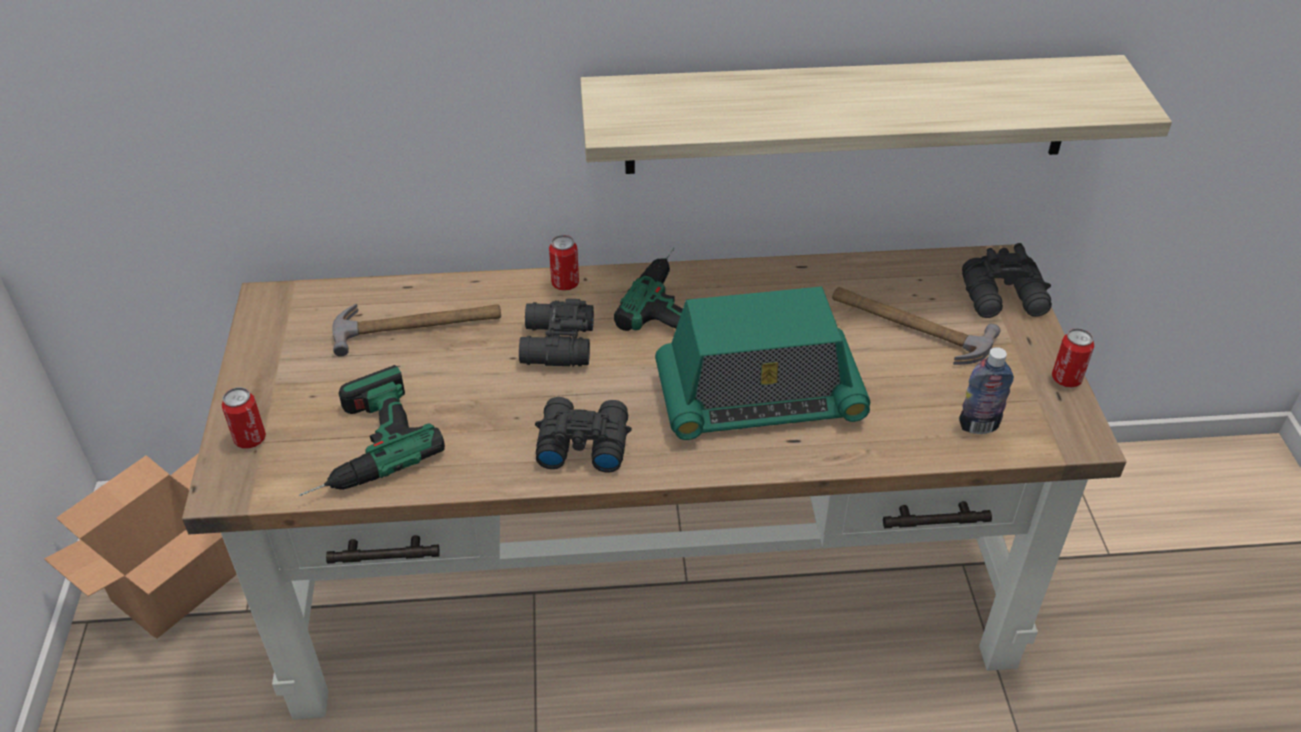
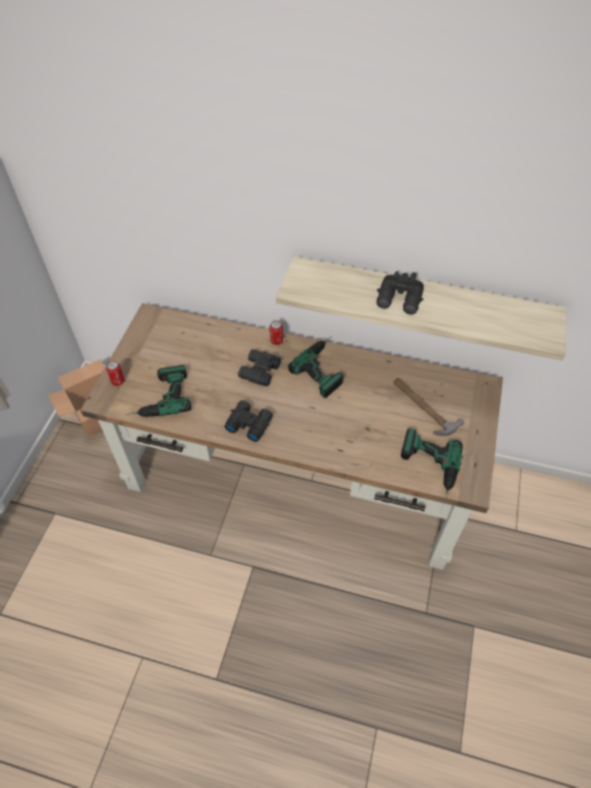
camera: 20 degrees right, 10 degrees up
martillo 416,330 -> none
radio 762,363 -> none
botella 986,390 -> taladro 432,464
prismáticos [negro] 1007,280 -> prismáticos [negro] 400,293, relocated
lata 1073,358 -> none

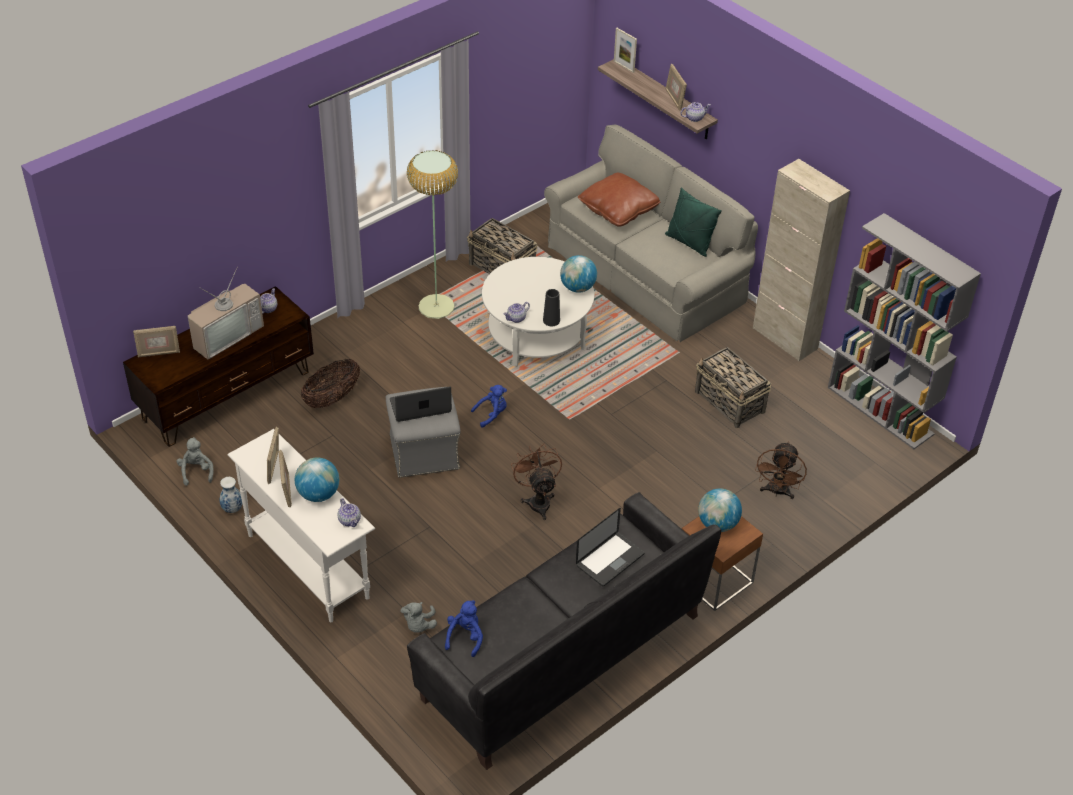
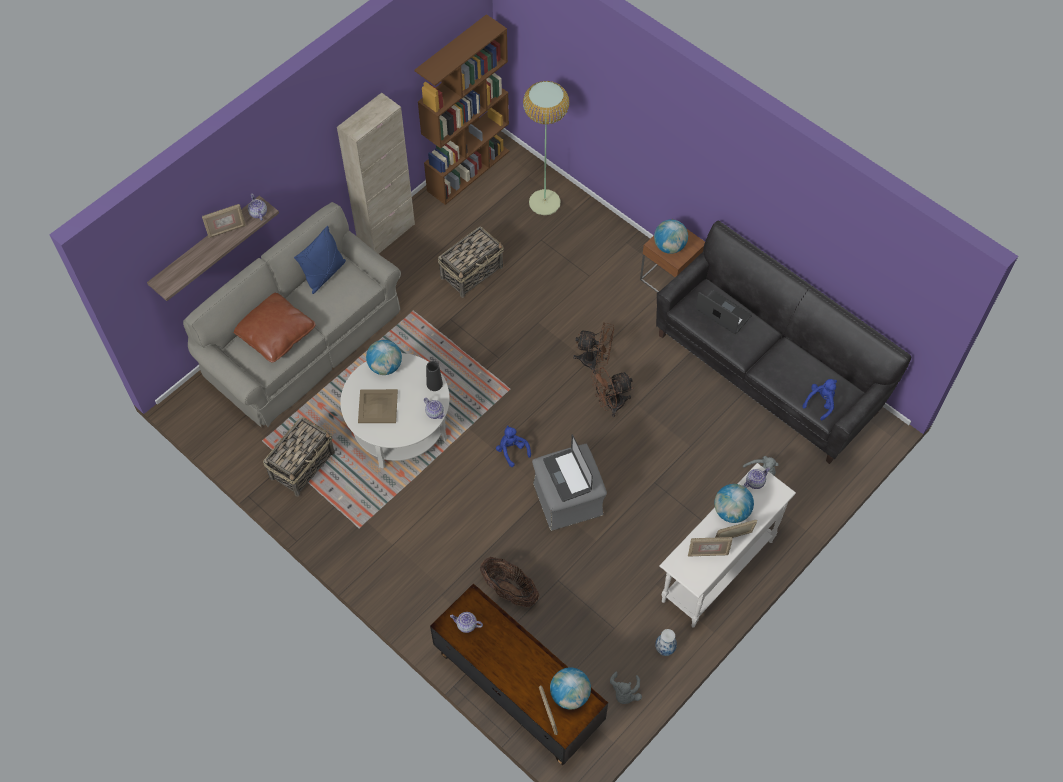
camera: 95 degrees left, 15 degrees up
peluche [gris] 195,461 -> peluche [gris] 626,688, 60 degrees counterclockwise
televisor 226,313 -> none
lámpara de pie 432,234 -> lámpara de pie 546,148, relocated
peluche [azul] 464,628 -> peluche [azul] 820,400, 120 degrees clockwise
portarretratos 625,50 -> none
cojín [verde] 693,222 -> cojín [azul] 320,259
ventilador [marrón] 781,470 -> ventilador [marrón] 593,348, relocated
estantería [gris] 904,331 -> estantería [marrón] 462,109
none -> bandeja [beis] 378,406
none -> globo terráqueo 570,688

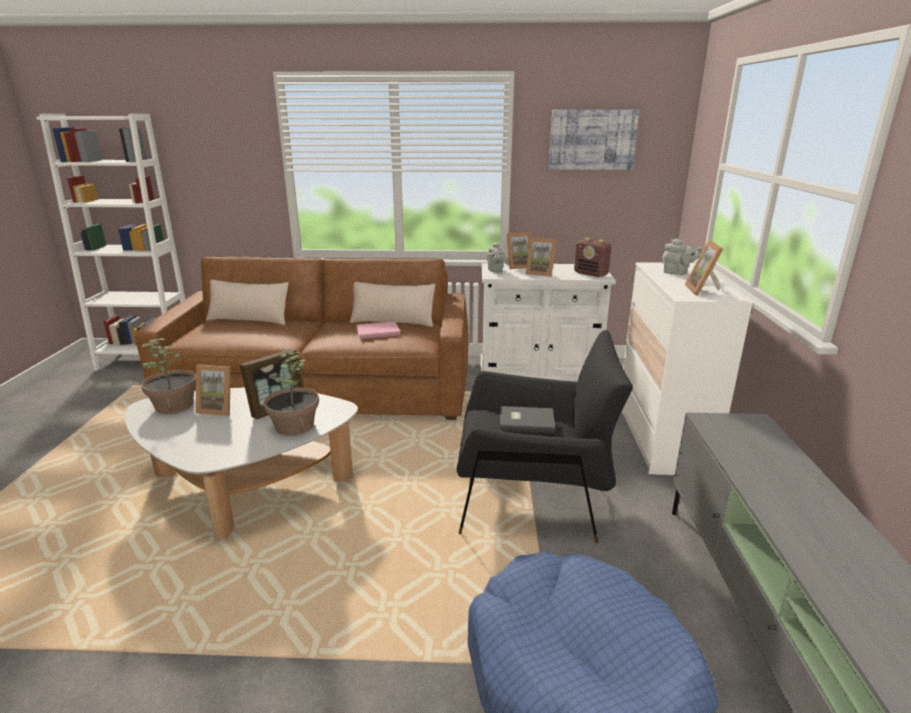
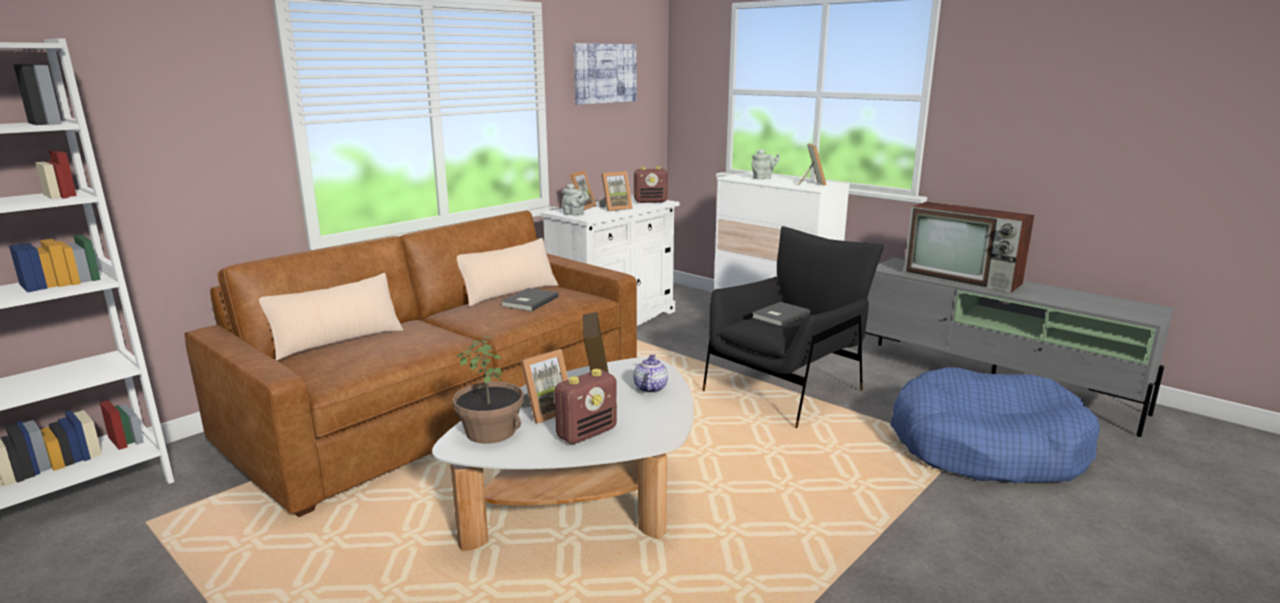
camera: 50 degrees left, 5 degrees down
planta en maceta 291,393 -> tetera 651,373
libro [rosa] 378,330 -> libro [gris] 530,299
portarretratos 703,268 -> portarretratos 812,164, 135 degrees counterclockwise
none -> radio 585,406
none -> televisor 969,247

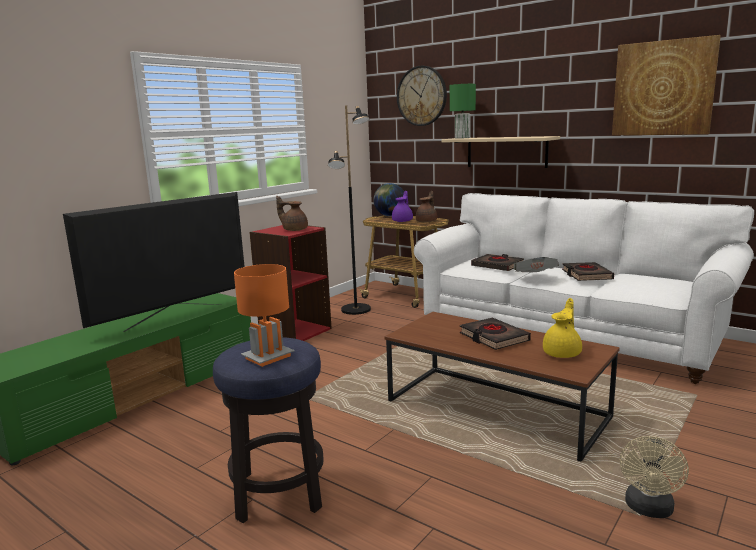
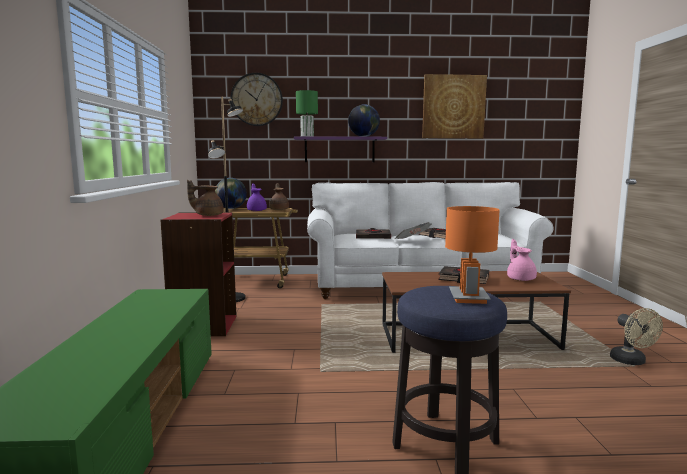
camera: 40 degrees left, 5 degrees down
televisor 154,262 -> none
estante [beis] 501,152 -> estante [morado] 340,149
tetera [amarillo] 562,328 -> tetera [rosa] 522,260
none -> globo terráqueo 364,120

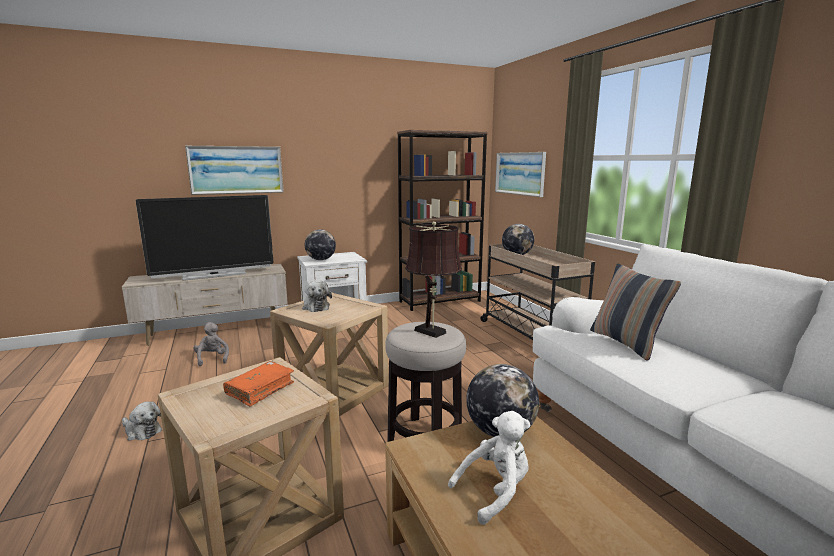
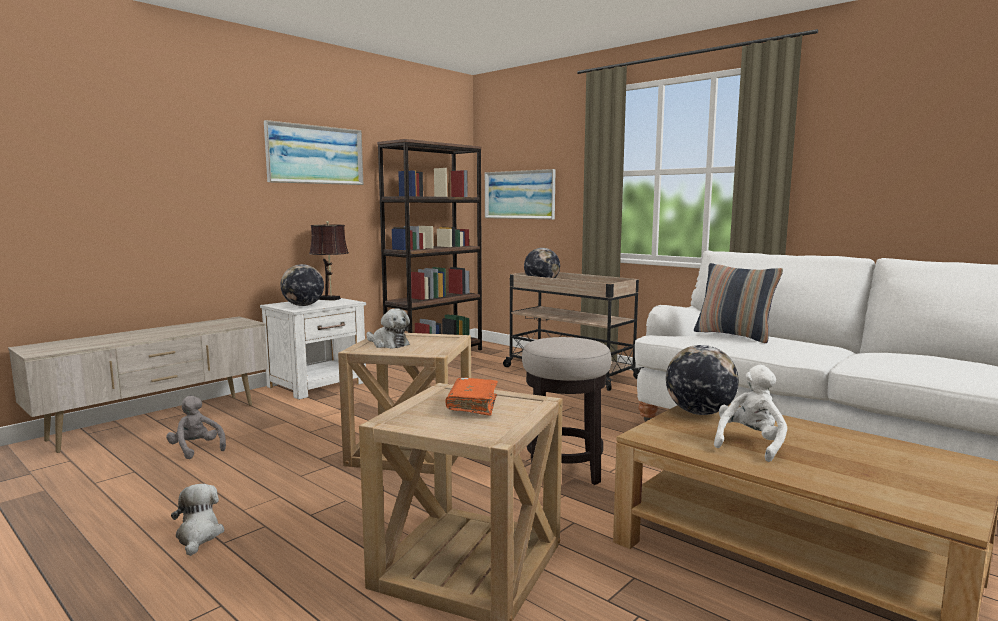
camera: 25 degrees left, 5 degrees down
peluche 142,421 -> peluche 197,520, 105 degrees counterclockwise
televisor 205,238 -> none
cuadro 234,170 -> cuadro 313,152, relocated
lámpara de mesa [marrón] 433,279 -> lámpara de mesa [marrón] 329,261, relocated

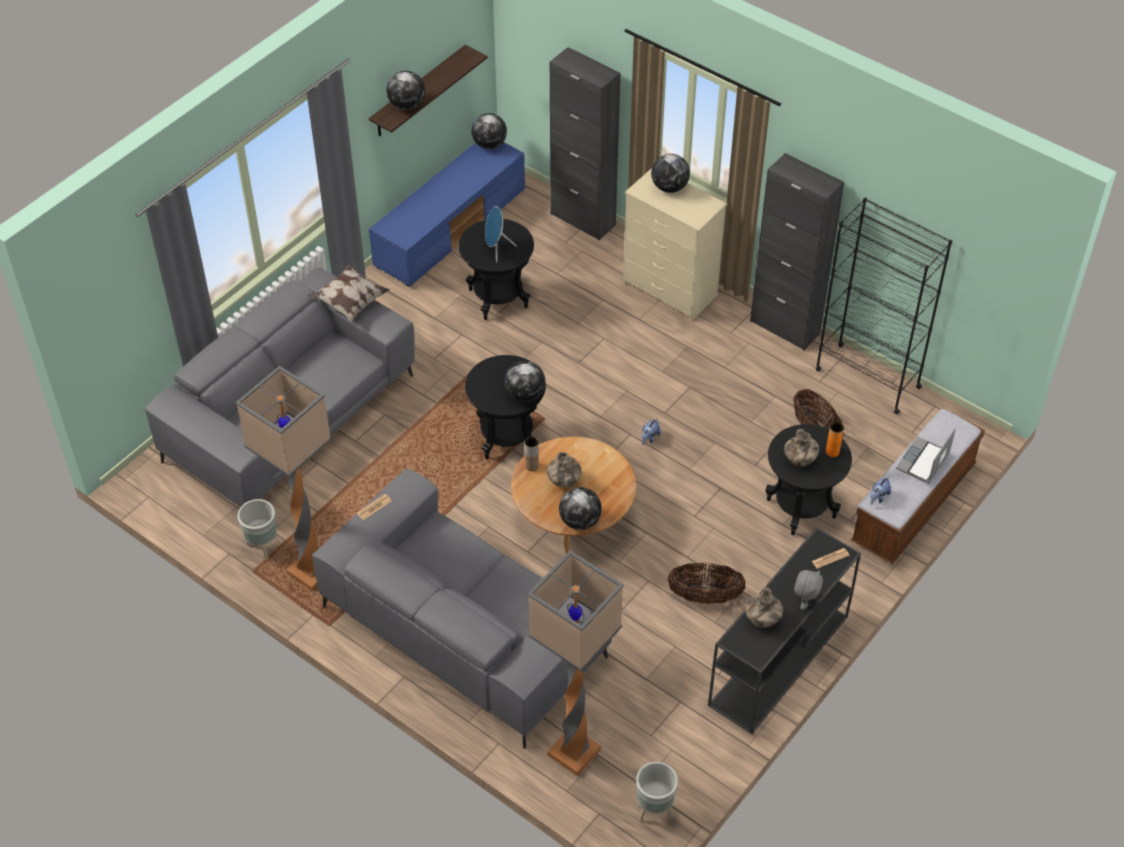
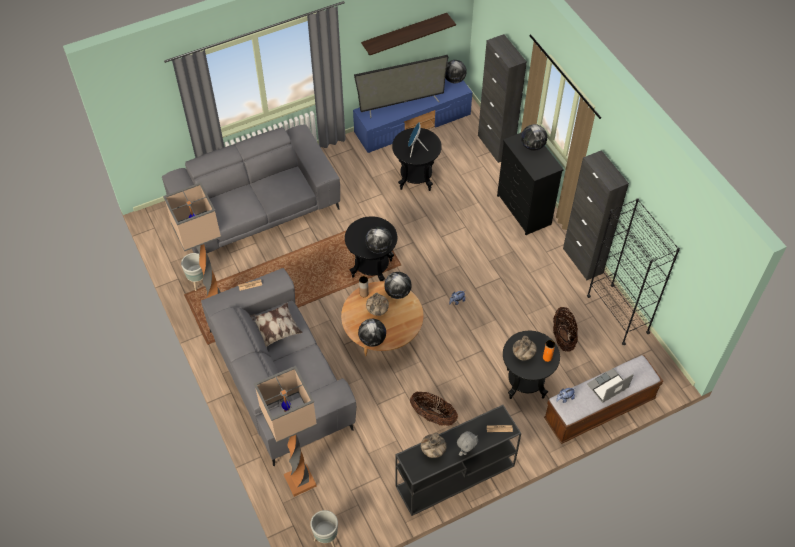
camera: 25 degrees right, 5 degrees up
cojín 349,293 -> cojín 276,325, relocated
globo terráqueo 405,90 -> globo terráqueo 398,285, relocated
cómoda [beis] 675,244 -> cómoda [negro] 530,184
none -> televisor 401,86

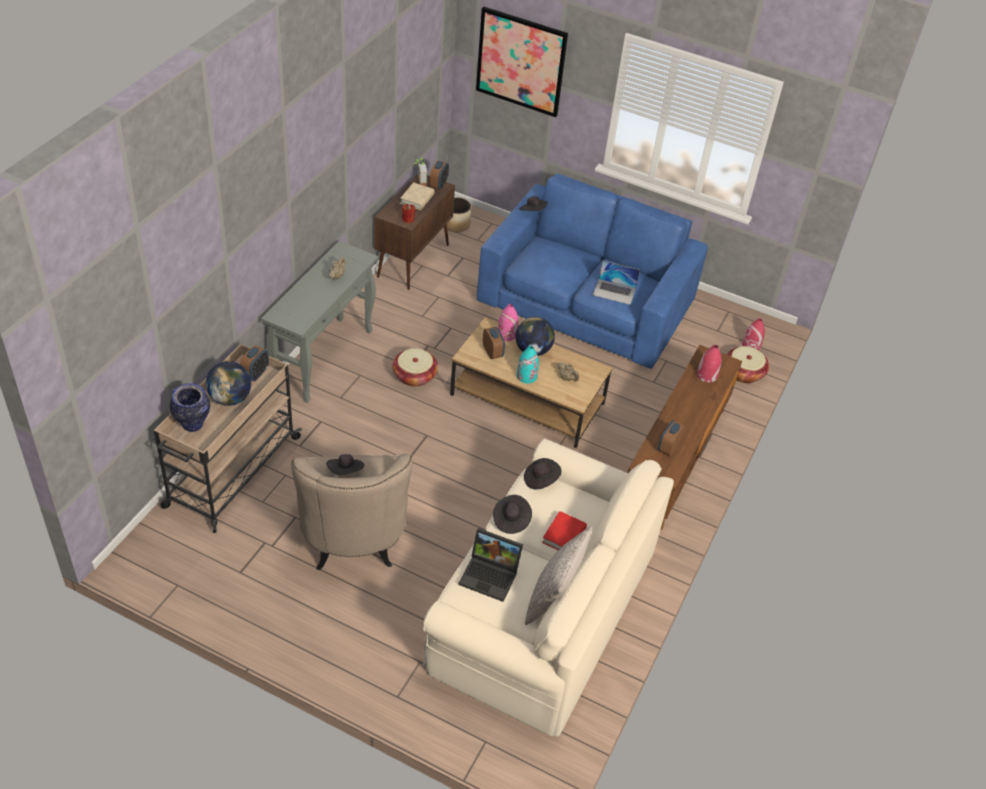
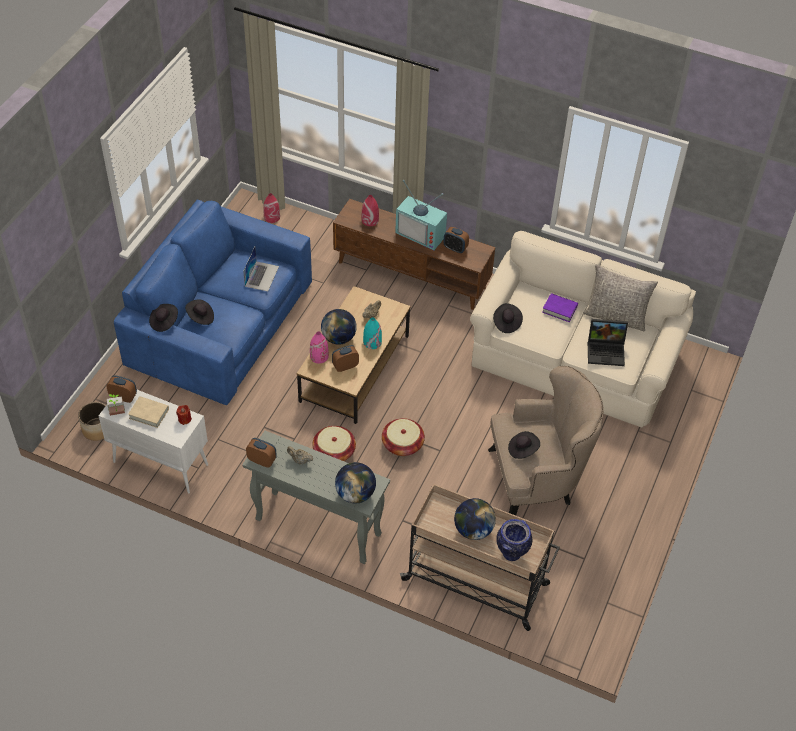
camera: 90 degrees left, 5 degrees up
despertador 254,363 -> despertador 261,452, relocated
armario [marrón] 414,232 -> armario [blanco] 153,441
portátil 490,565 -> portátil 608,342, 75 degrees clockwise
cuadro 522,62 -> none
sombrero [negro] 512,514 -> sombrero [negro] 199,312, relocated
libro [rojo] 564,531 -> libro [morado] 560,307
cesta 748,364 -> cesta 403,437, relocated
none -> globo terráqueo 355,483
none -> televisor 421,215

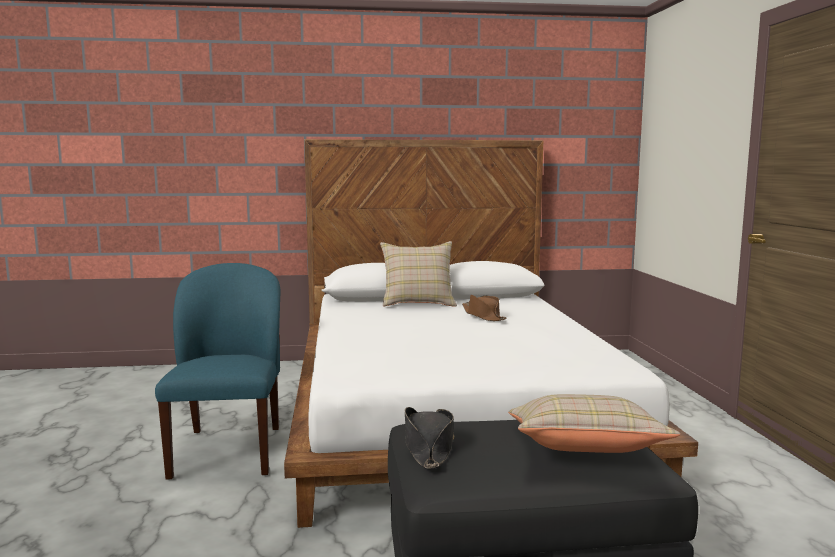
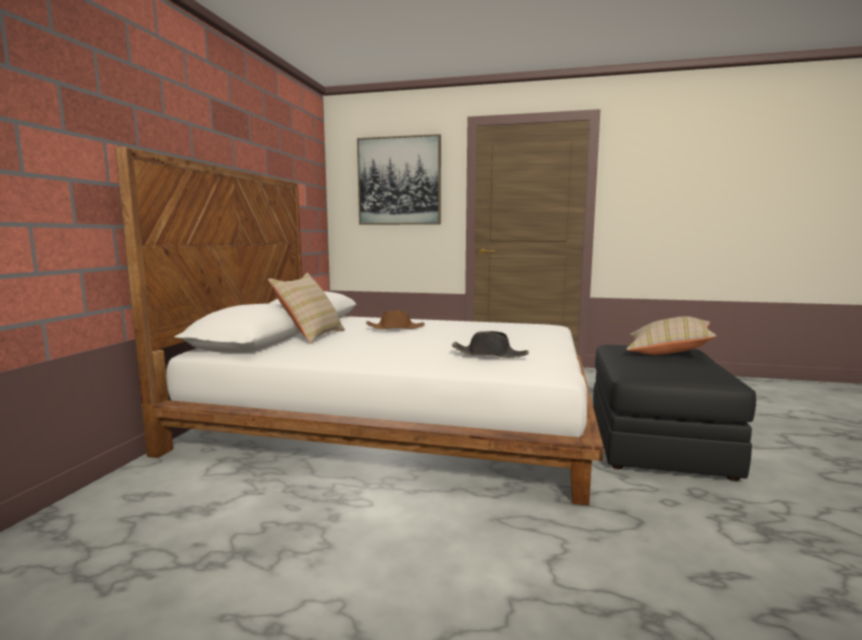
camera: 70 degrees left, 0 degrees up
silla [azul] 218,371 -> none
sombrero [negro] 429,438 -> sombrero [negro] 490,344, relocated
none -> cuadro 399,179

